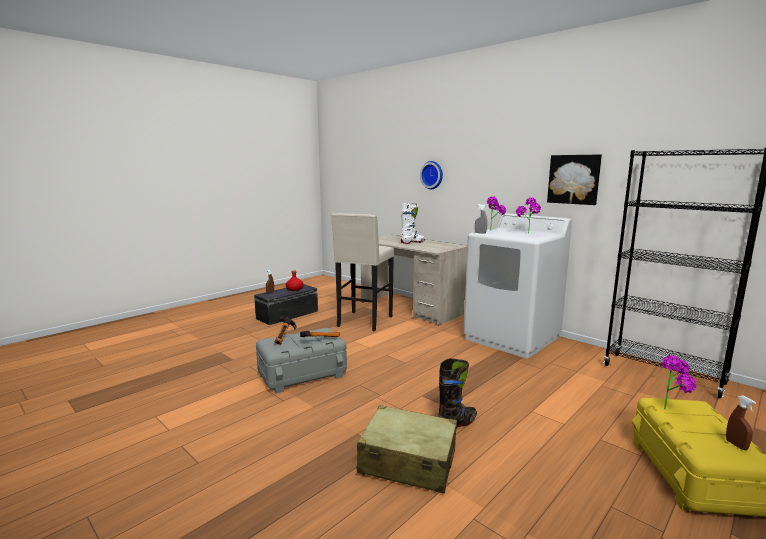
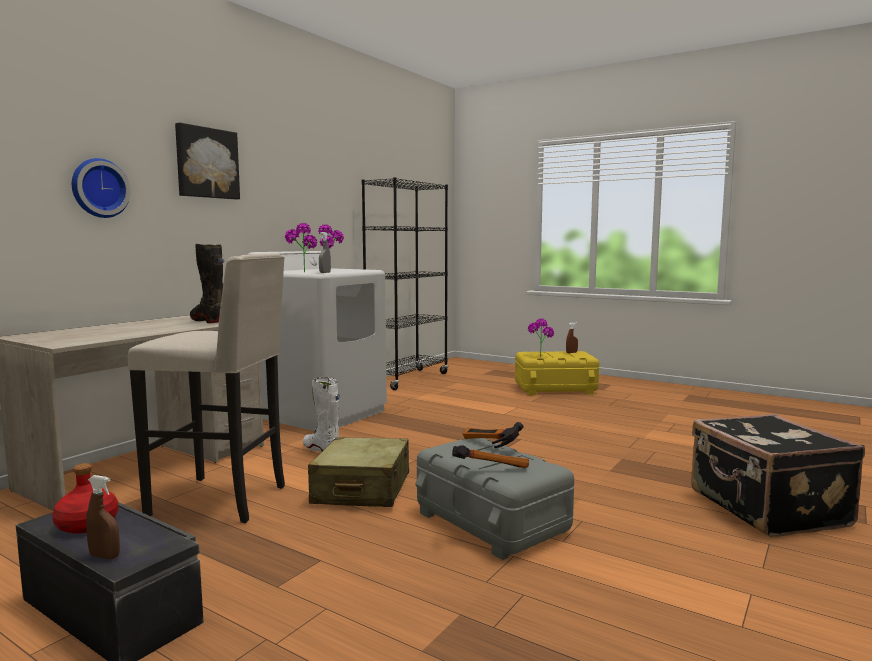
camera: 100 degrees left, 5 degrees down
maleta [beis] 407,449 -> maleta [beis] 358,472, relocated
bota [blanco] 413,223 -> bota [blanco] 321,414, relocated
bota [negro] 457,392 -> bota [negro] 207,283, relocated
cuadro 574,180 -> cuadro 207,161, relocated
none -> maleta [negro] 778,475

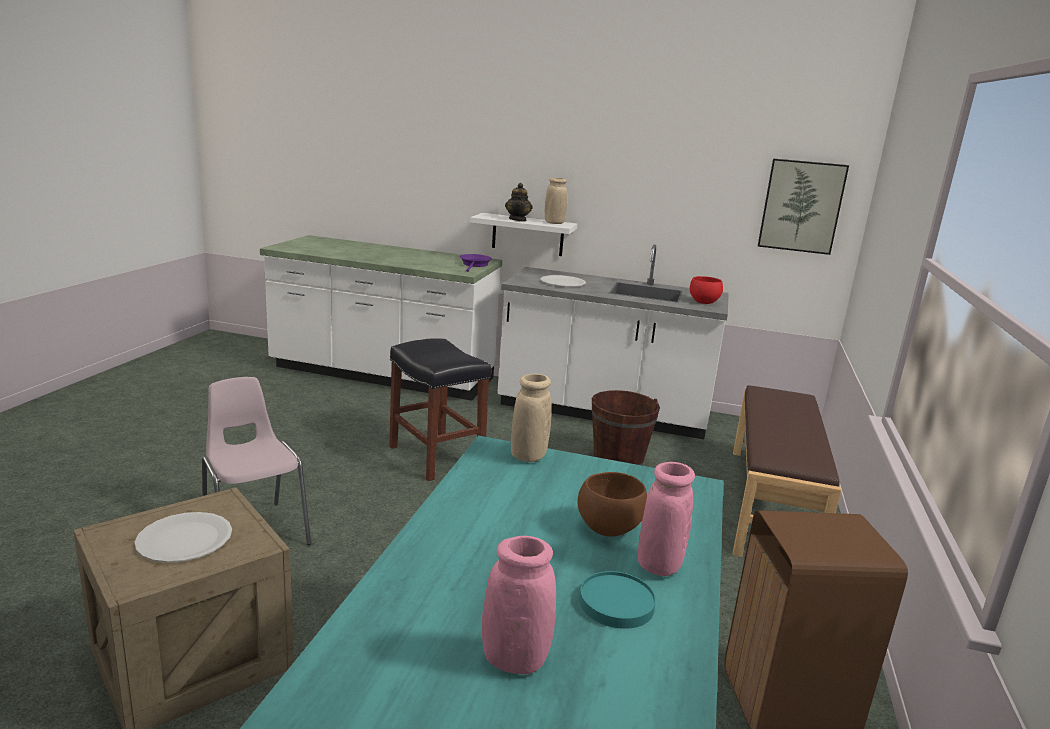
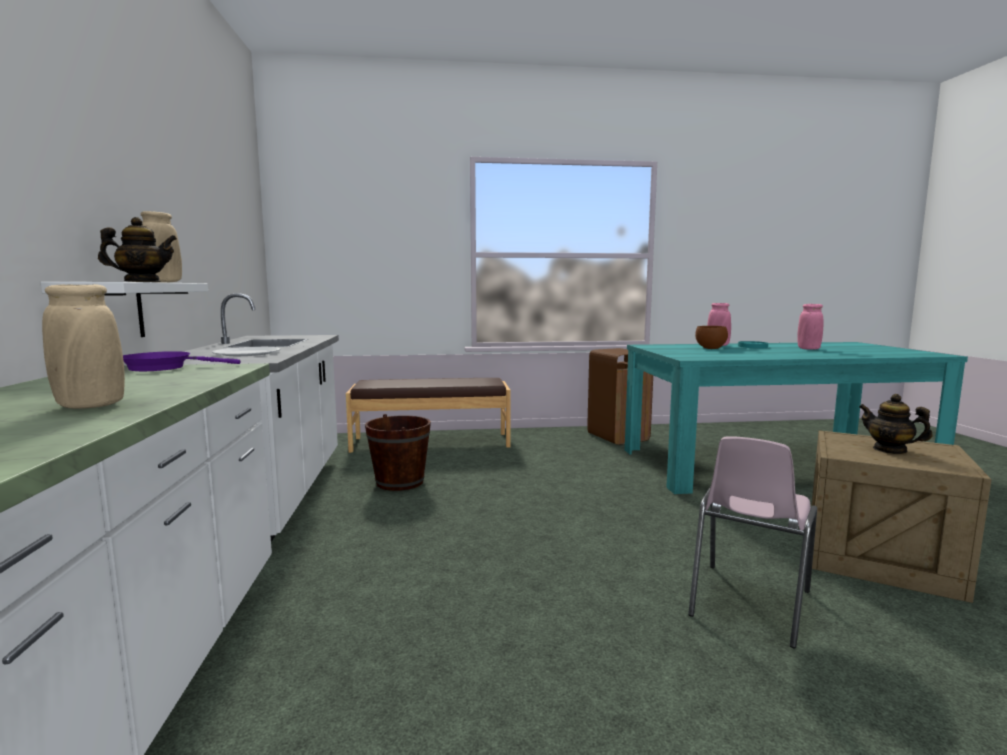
camera: 110 degrees left, 10 degrees down
plato [blanco] 183,537 -> tetera 896,424
taburete [negro] 440,409 -> none
florero [beis] 531,418 -> florero [beis] 83,346, relocated
cuenco [rojo] 706,290 -> none
cuadro 803,206 -> none

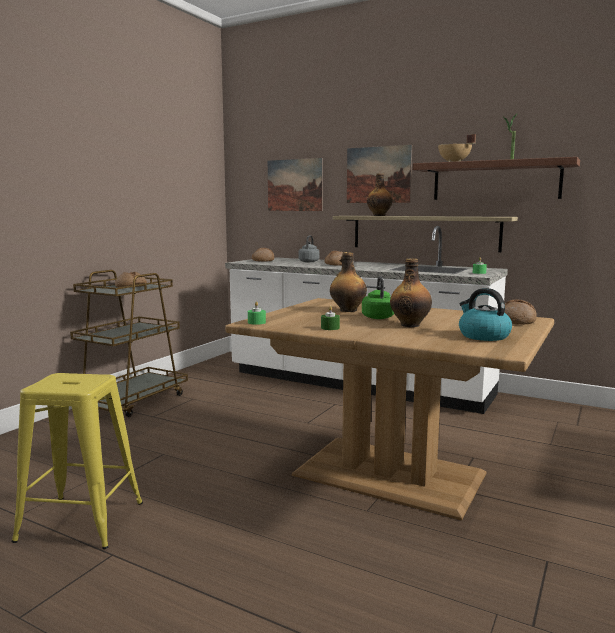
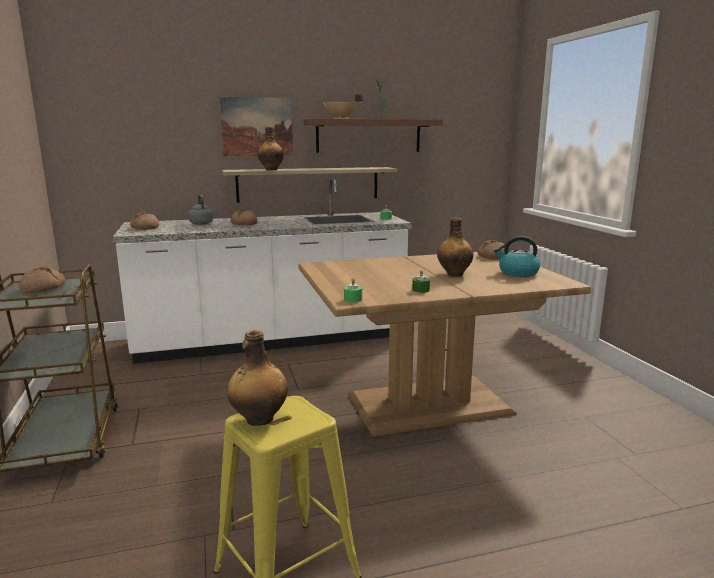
camera: 45 degrees left, 5 degrees up
cuadro 295,184 -> none
botella 348,282 -> botella 257,378, relocated
hervidor [verde] 378,297 -> none

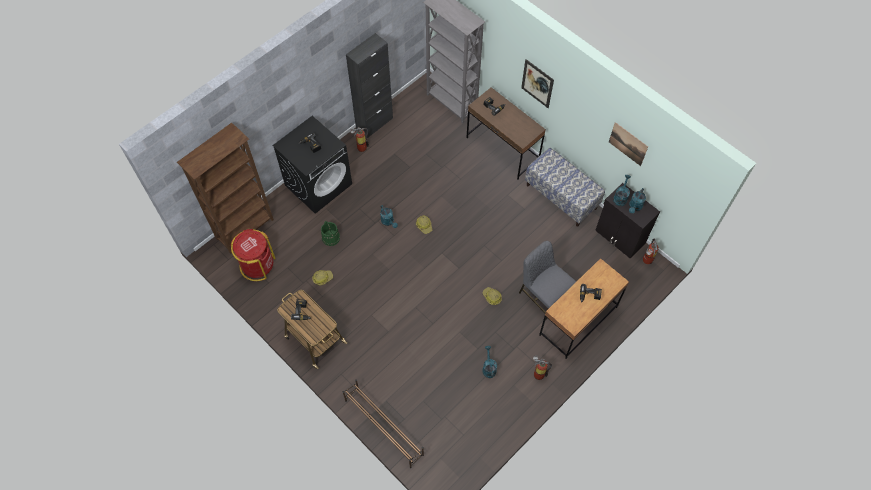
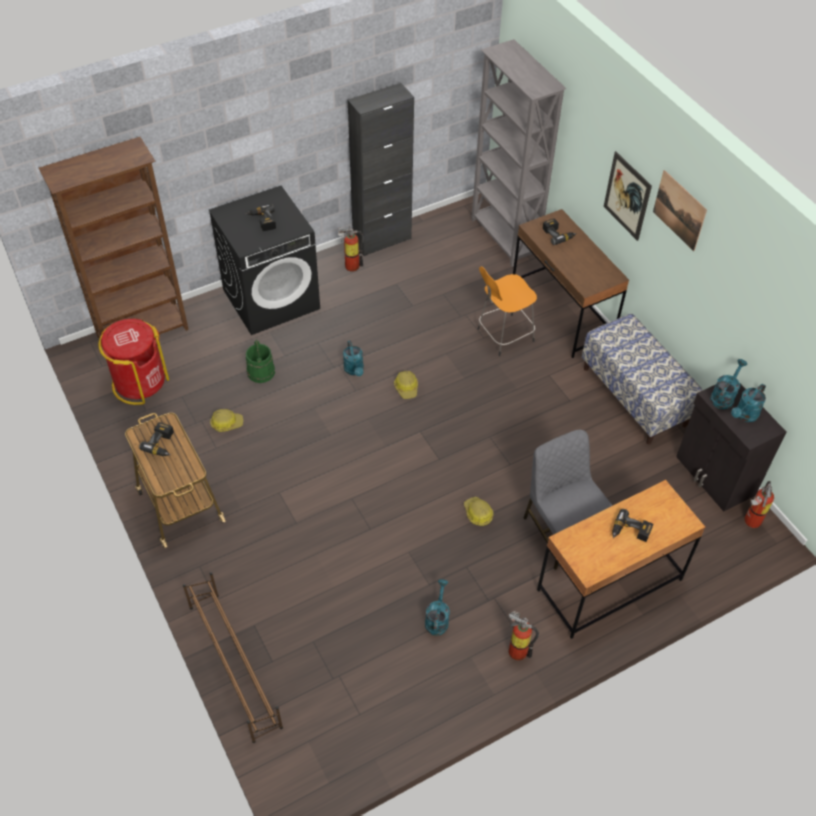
camera: 15 degrees right, 10 degrees down
cuadro 628,144 -> cuadro 680,210, relocated
none -> taburete [naranja] 507,311

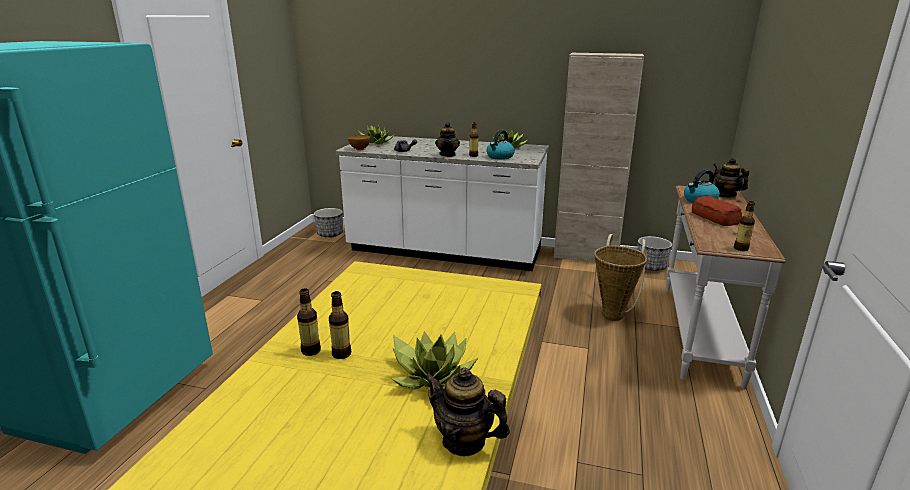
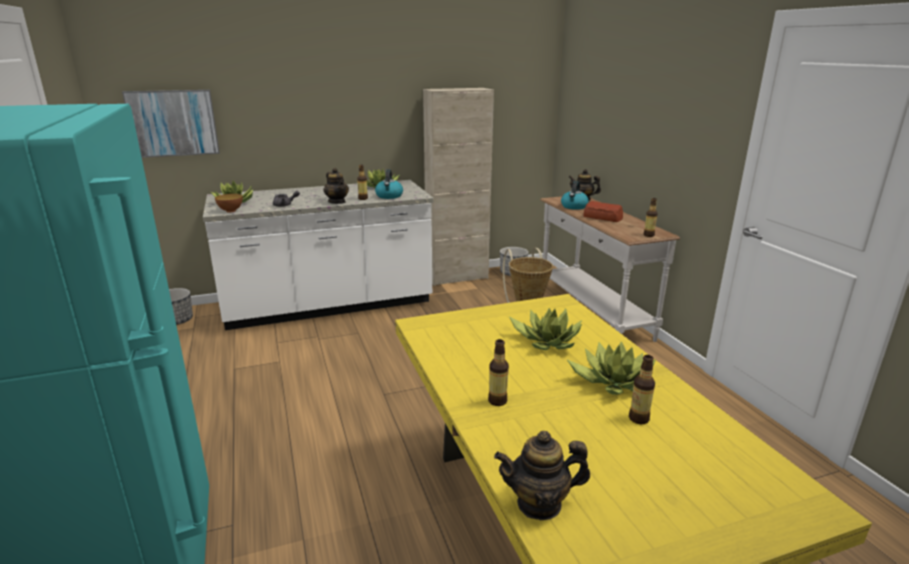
camera: 35 degrees left, 0 degrees up
botella 340,325 -> botella 642,389, relocated
tetera 467,411 -> tetera 542,475, relocated
none -> cuadro 171,124
none -> planta en maceta 545,329

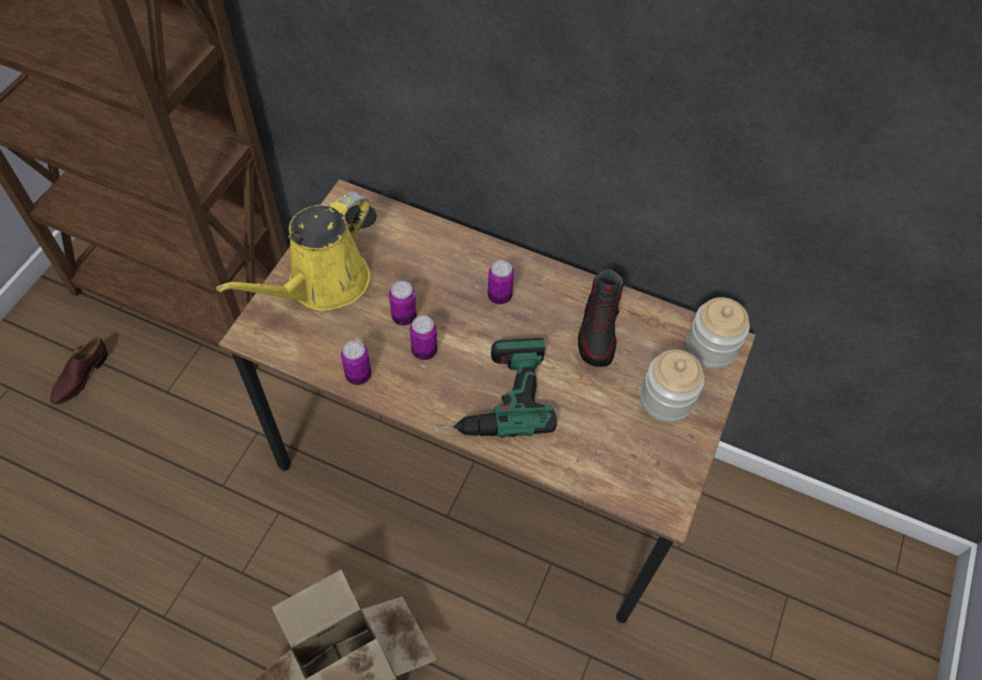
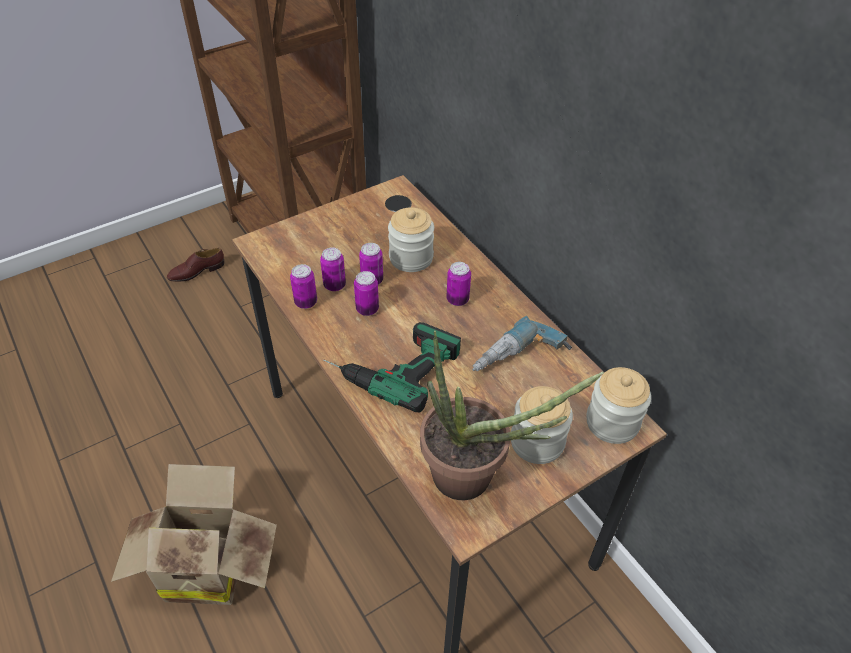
camera: 35 degrees right, 10 degrees down
regadera [amarillo] 293,251 -> none
zapato 601,318 -> taladro 522,343
none -> lata 333,269
none -> tarro 411,239
none -> planta en maceta 512,415

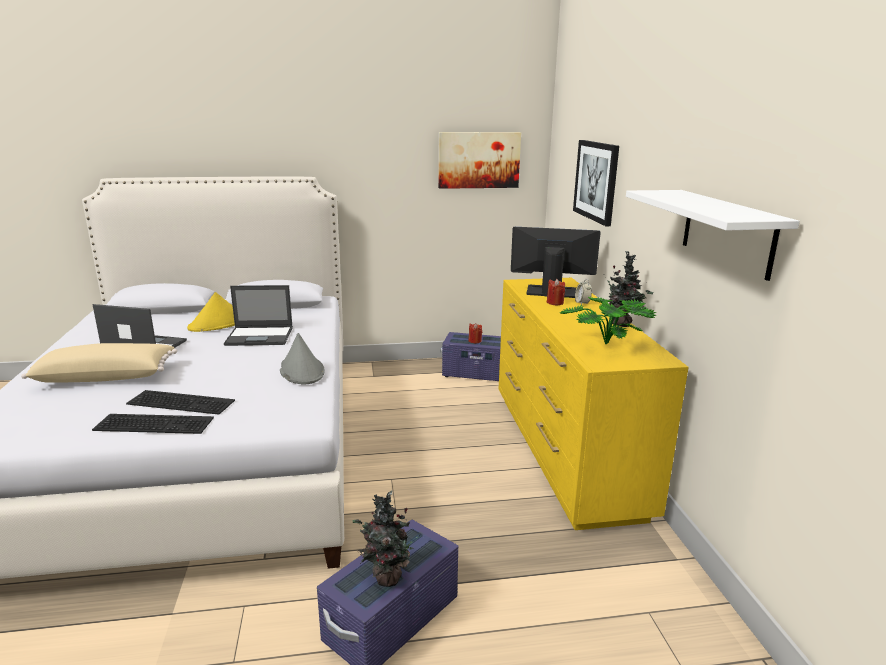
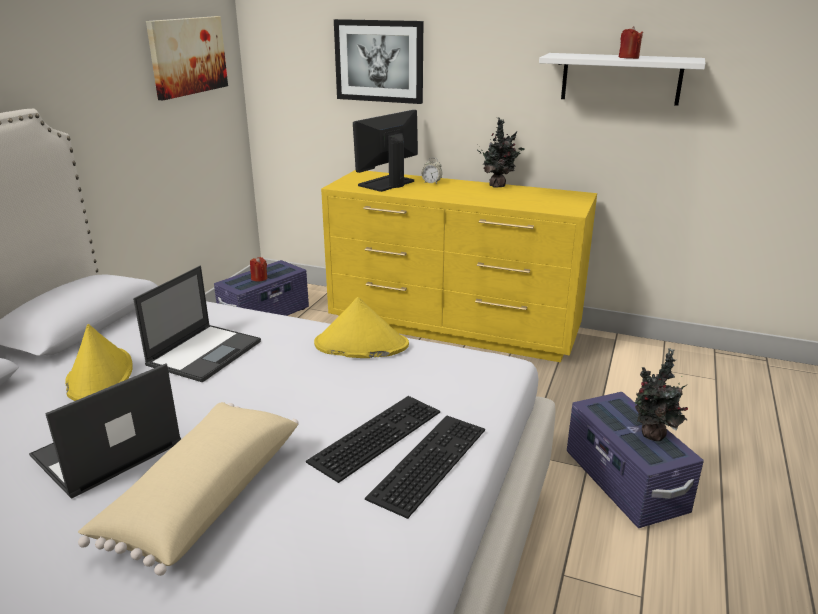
camera: 60 degrees left, 5 degrees up
sombrero [gris] 302,359 -> sombrero [amarillo] 361,327
vela [rojo] 556,292 -> vela [rojo] 631,42, relocated
planta en maceta 608,320 -> none

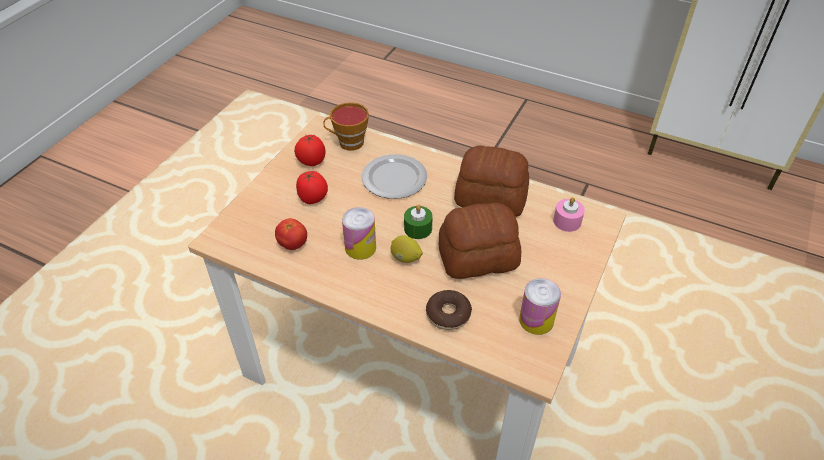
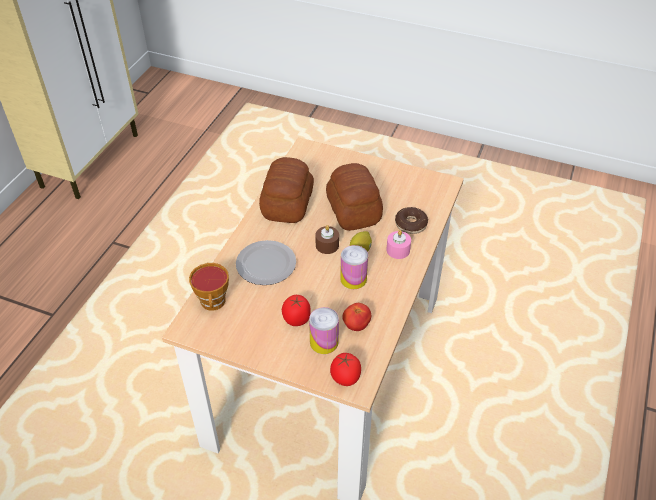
camera: 95 degrees left, 0 degrees up
tomate 310,150 -> tomate 345,369, relocated
vela [verde] 418,221 -> vela [marrón] 327,239
lata 540,306 -> lata 324,330, relocated
vela [rosa] 569,214 -> vela [rosa] 398,244, relocated

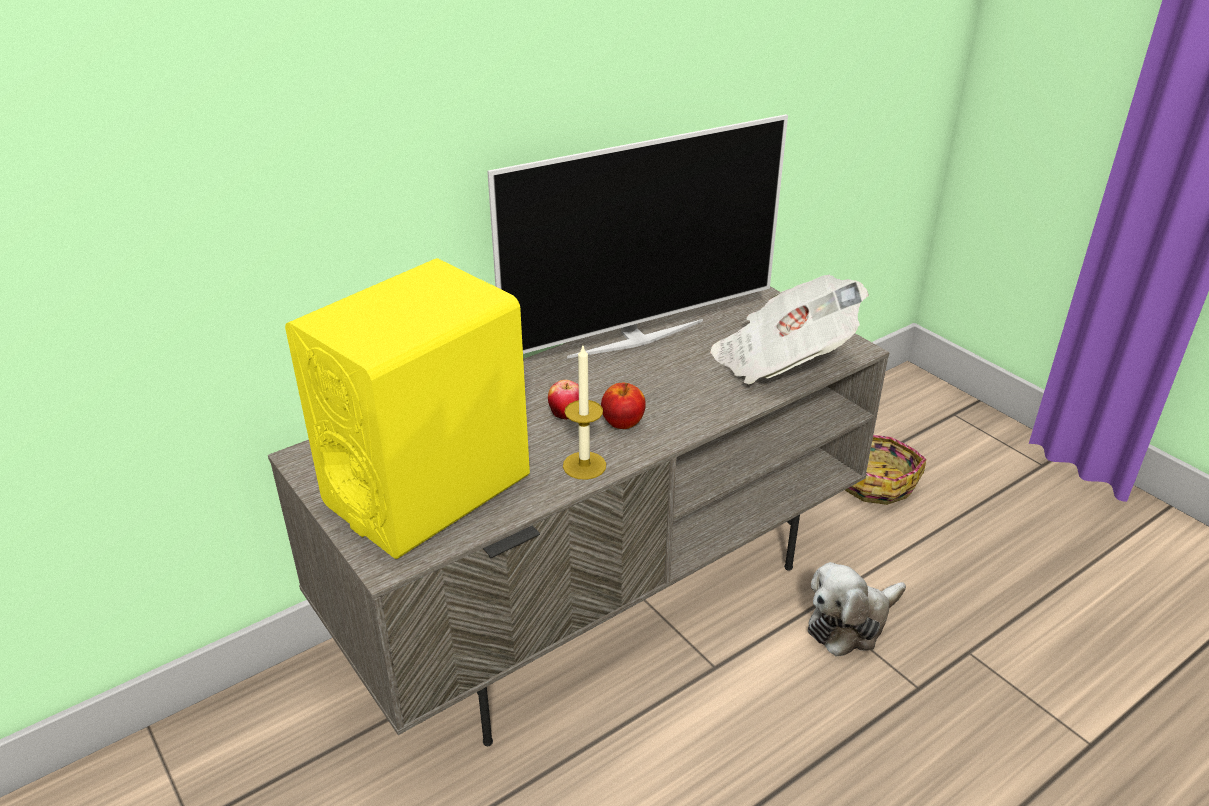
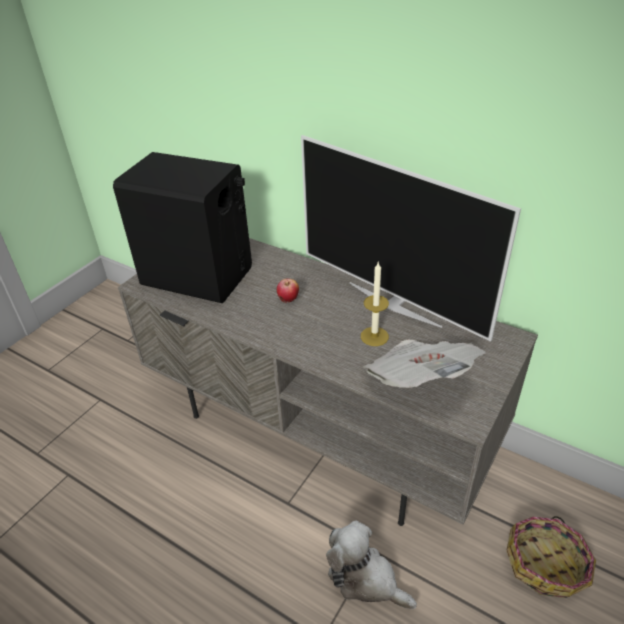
camera: 70 degrees right, 5 degrees up
altavoz [amarillo] 407,408 -> altavoz [negro] 182,227
vela 584,413 -> vela 375,303, relocated
manzana 623,406 -> none

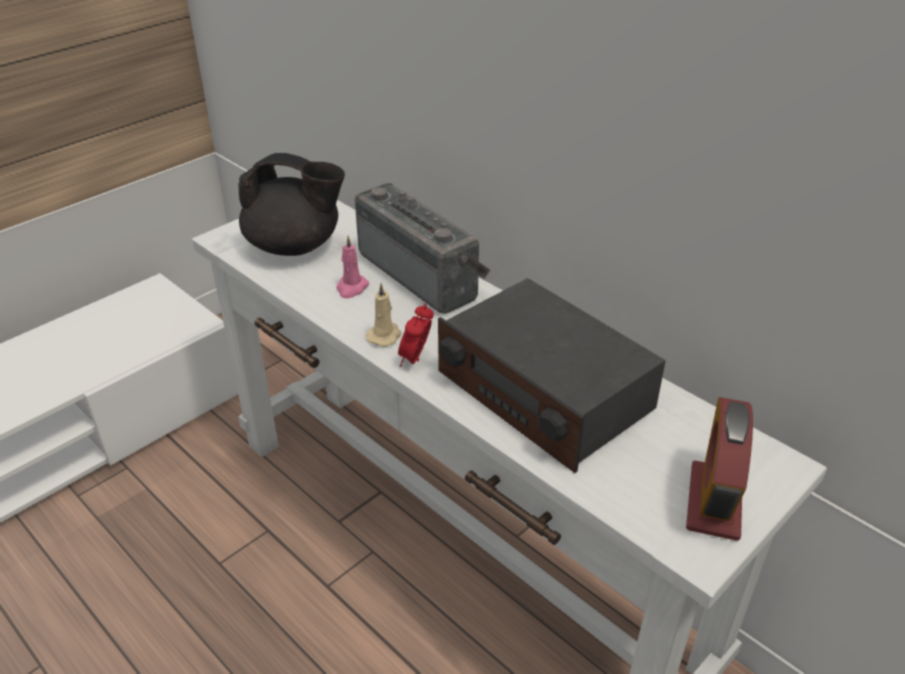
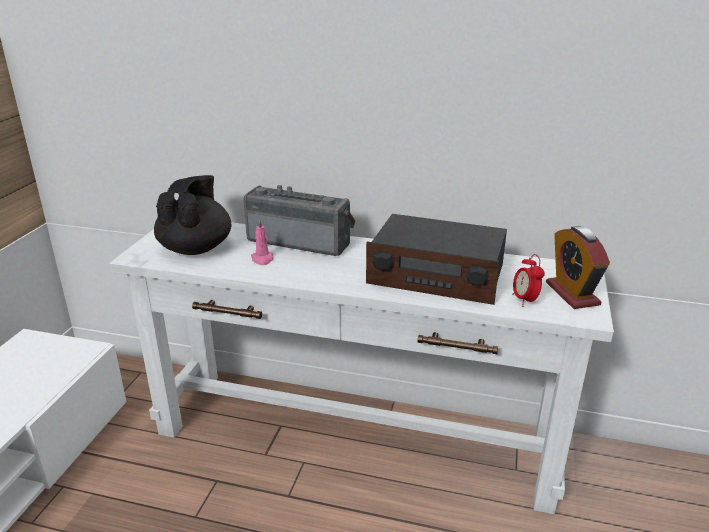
camera: 30 degrees left, 10 degrees down
tetera [negro] 291,204 -> tetera [negro] 192,215, 60 degrees counterclockwise
vela [beis] 384,315 -> none
despertador 416,335 -> despertador 528,280, relocated

